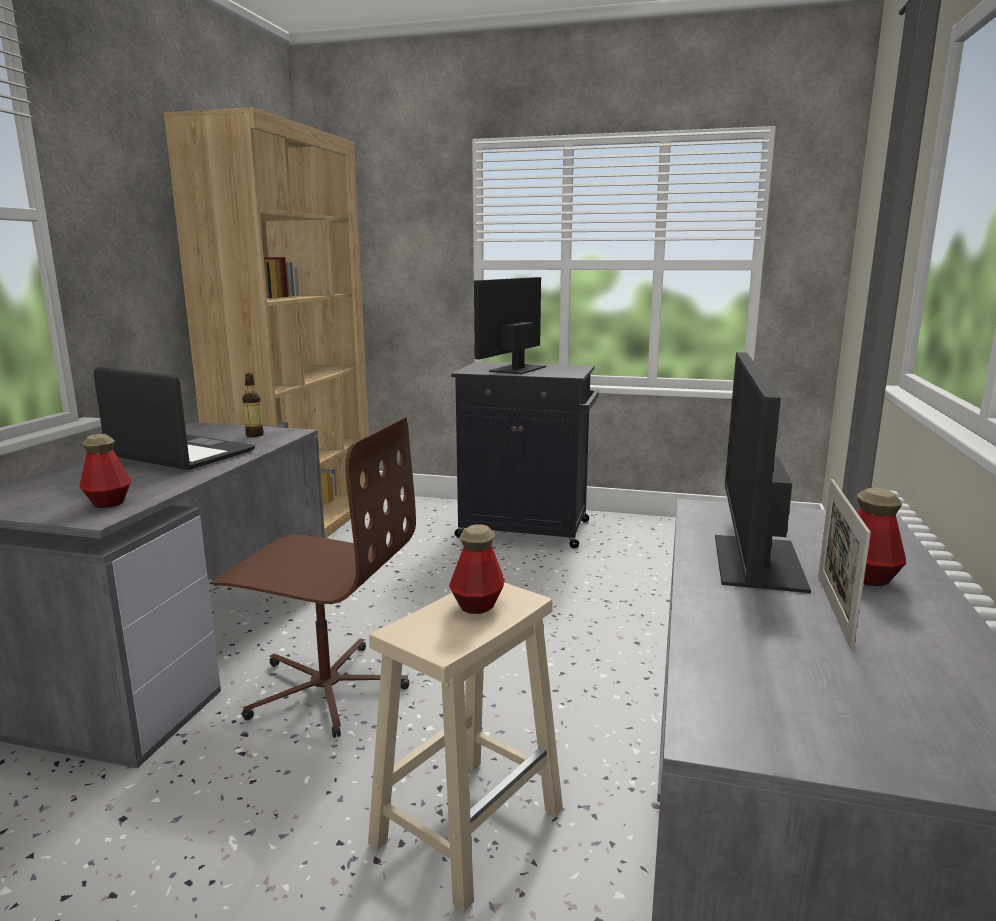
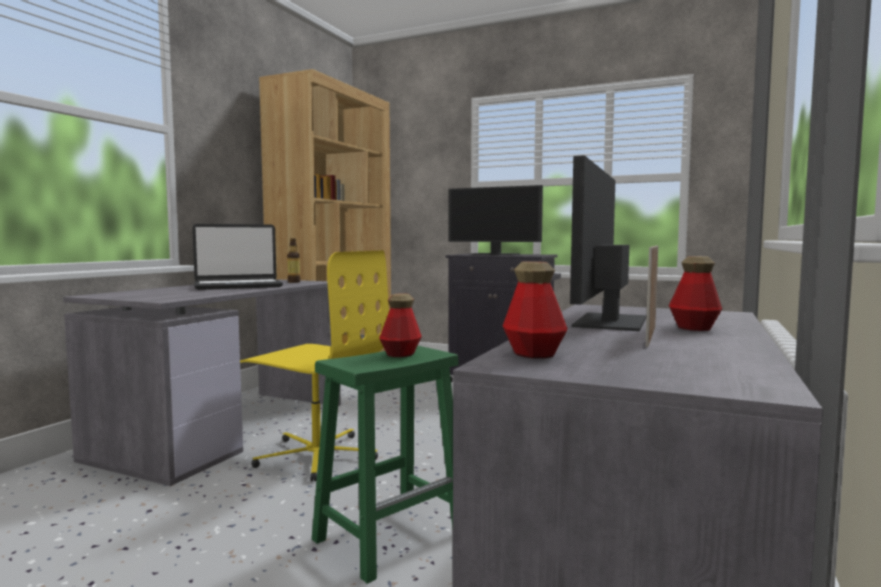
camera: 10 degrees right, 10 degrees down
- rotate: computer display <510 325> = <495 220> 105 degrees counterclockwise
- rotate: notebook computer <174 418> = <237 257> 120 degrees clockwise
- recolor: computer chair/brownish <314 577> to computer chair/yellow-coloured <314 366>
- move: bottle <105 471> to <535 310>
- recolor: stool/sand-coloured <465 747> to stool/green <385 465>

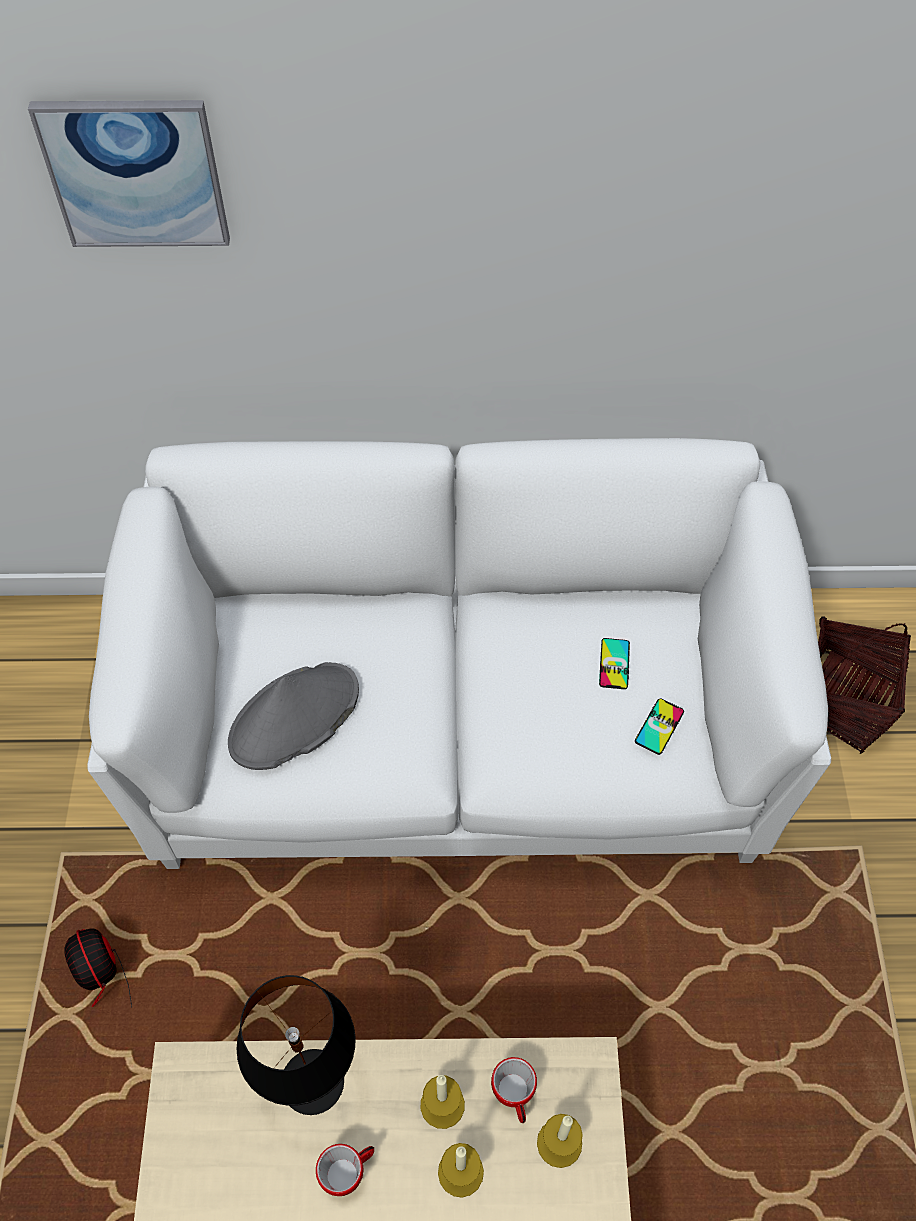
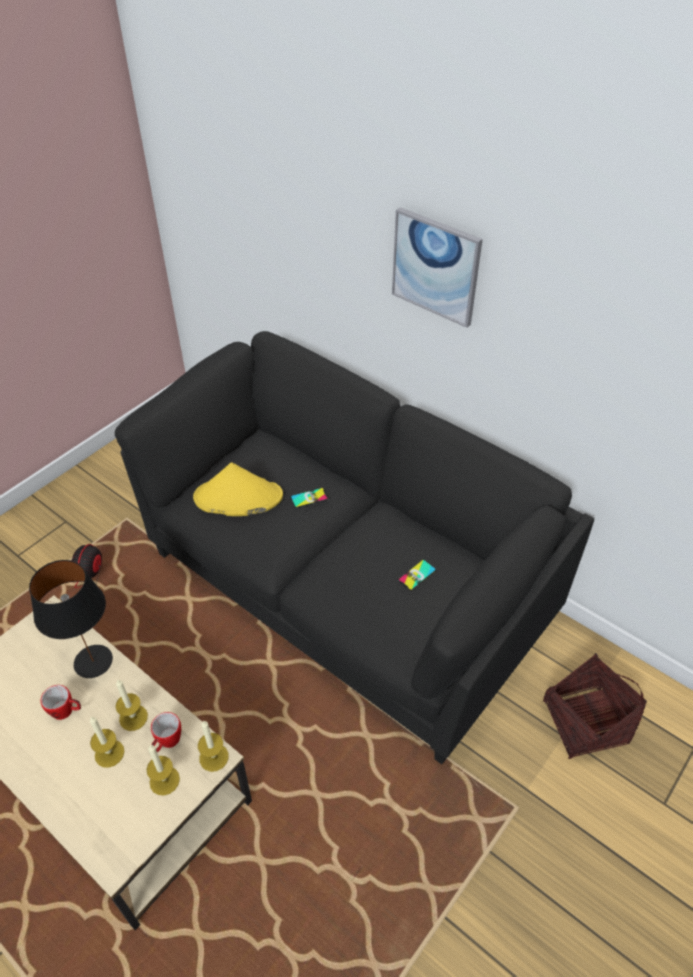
camera: 40 degrees right, 10 degrees down
- move: wall art <129 173> to <437 267>
- recolor: couch/white-coloured <459 653> to couch/blackish <354 547>
- recolor: wearable hat/gray <293 716> to wearable hat/yellow-coloured <238 489>
- move: telephone <659 726> to <309 498>
- insert: wax light <213 746>

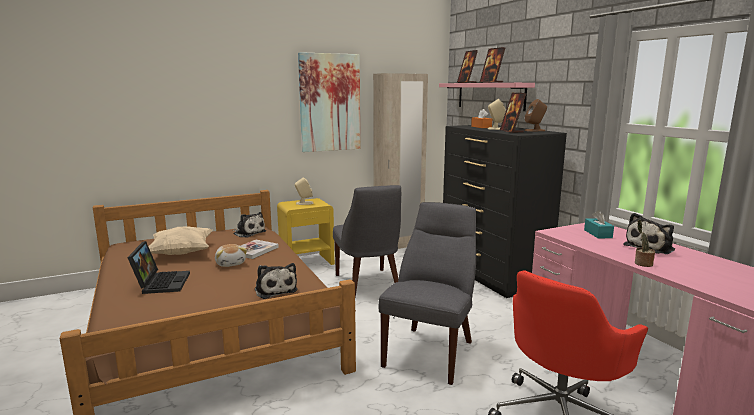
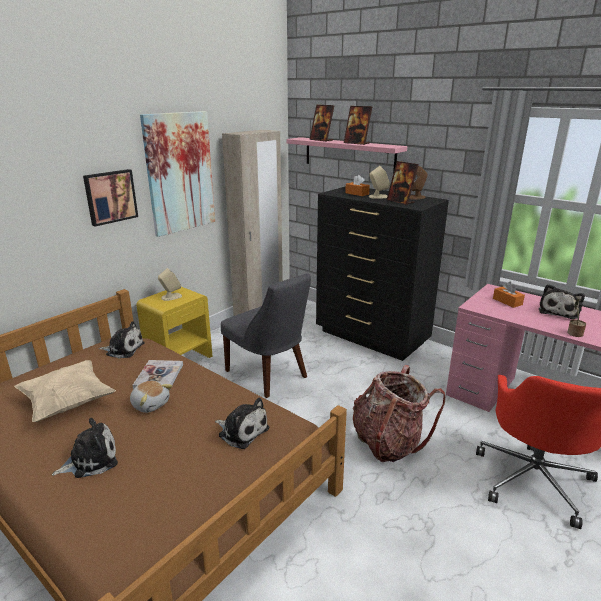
camera: 25 degrees left, 10 degrees up
- replace: plain chair/gray <427 293> to backpack <399 413>
- recolor: box of tissues/turquoise <599 225> to box of tissues/orange <509 295>
- replace: notebook computer <158 267> to cuddly toy <85 448>
- insert: wall art <110 198>

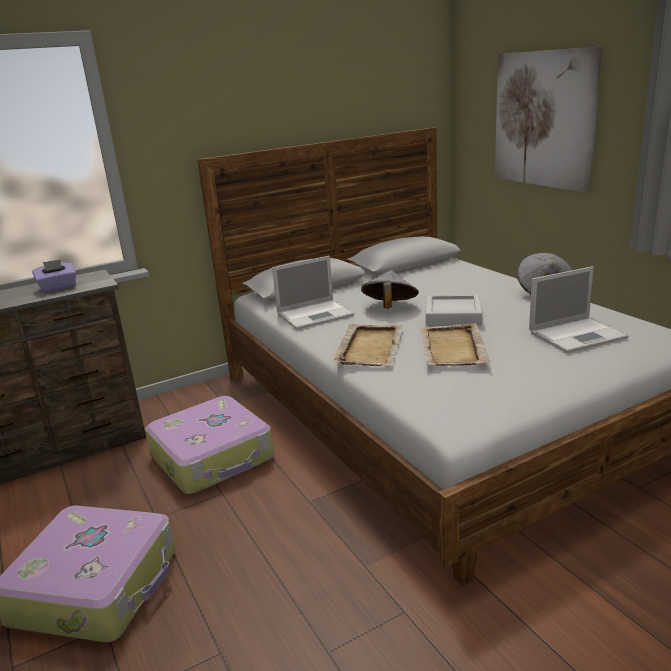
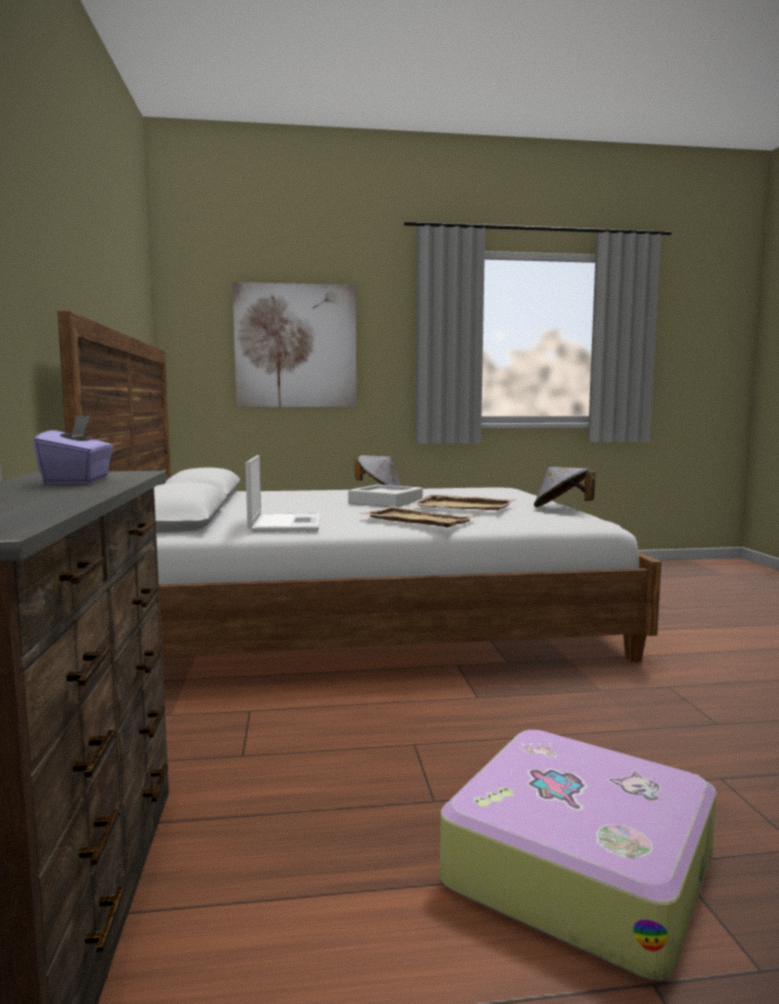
camera: 70 degrees left, 15 degrees down
- delete: notebook computer <578 309>
- move: wearable hat/gray <390 289> to <565 487>
- delete: piece of luggage <209 445>

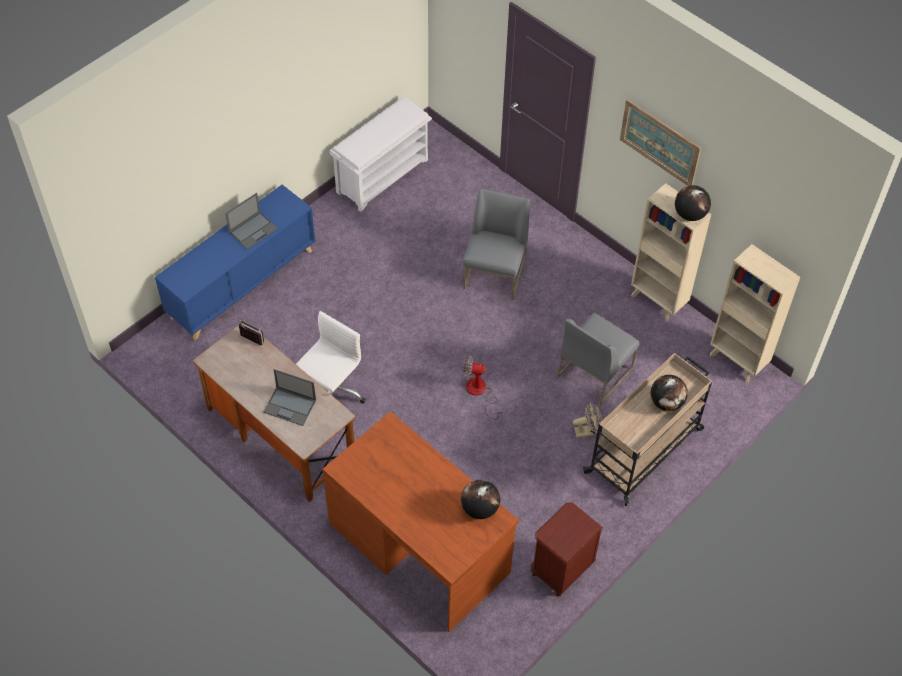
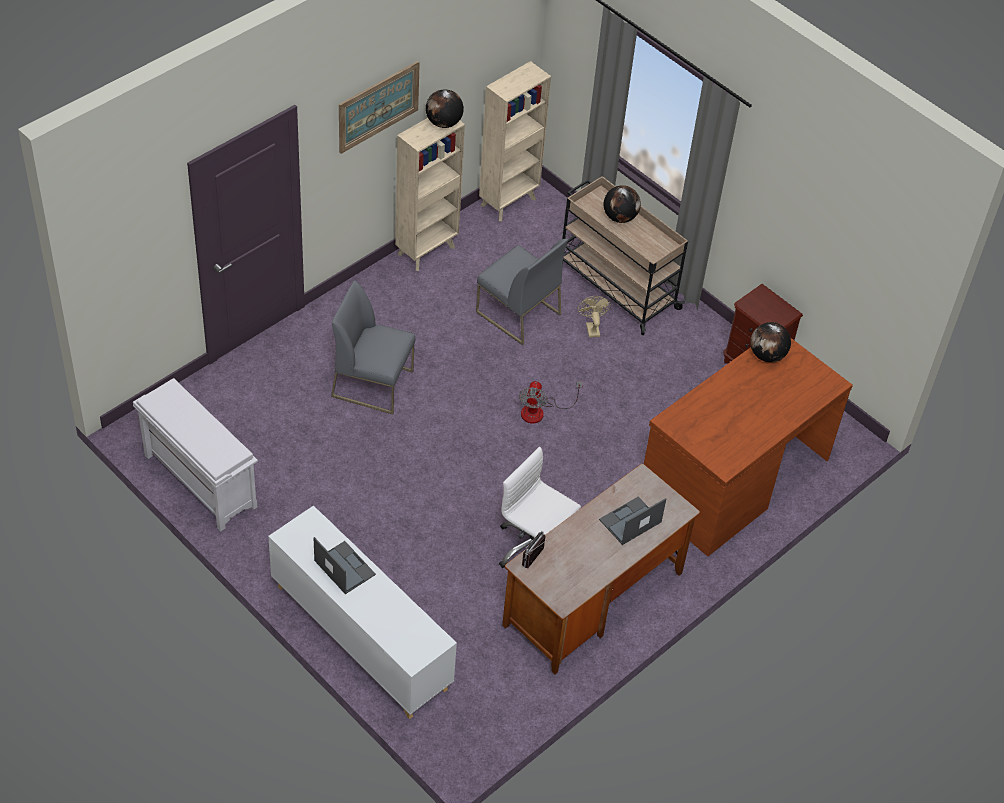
camera: 90 degrees left, 5 degrees down
- recolor: cupboard/bluish <235 262> to cupboard/white-coloured <362 612>
- rotate: notebook computer <289 397> = <632 520> 150 degrees counterclockwise

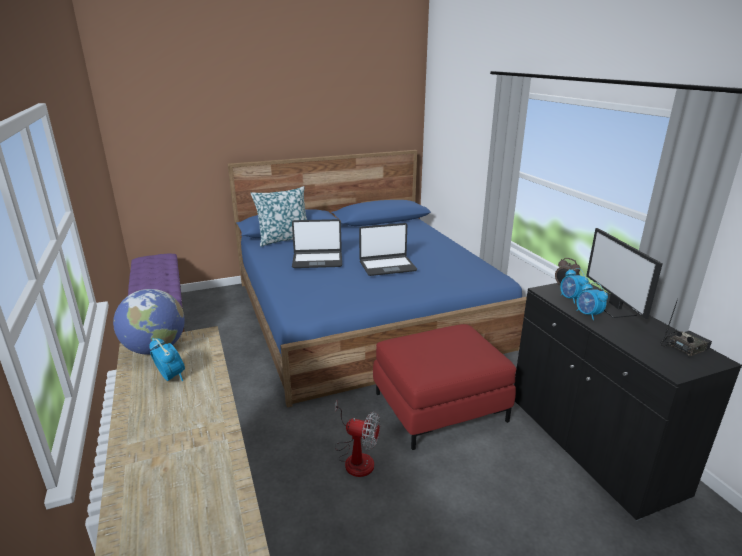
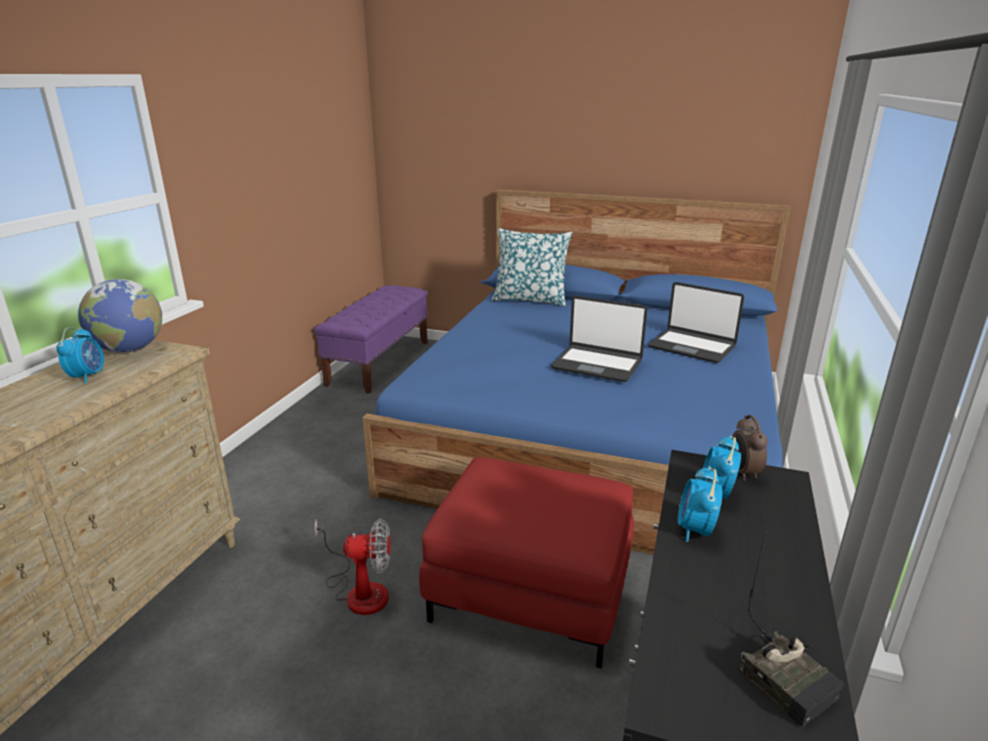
camera: 40 degrees right, 0 degrees up
- move: notebook computer <317 243> to <696 322>
- delete: computer display <624 273>
- rotate: radio set <686 327> = <790 627> 45 degrees clockwise
- rotate: fan <357 438> = <352 567> 60 degrees counterclockwise

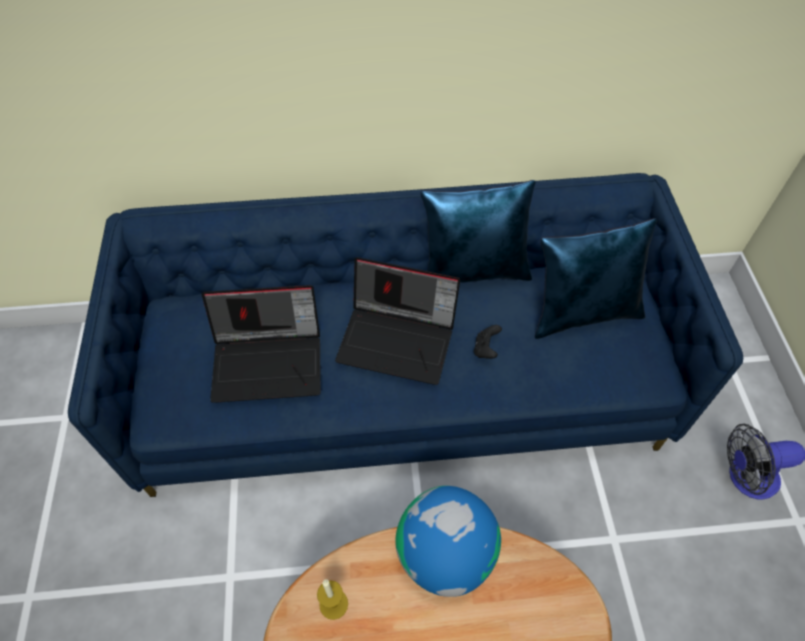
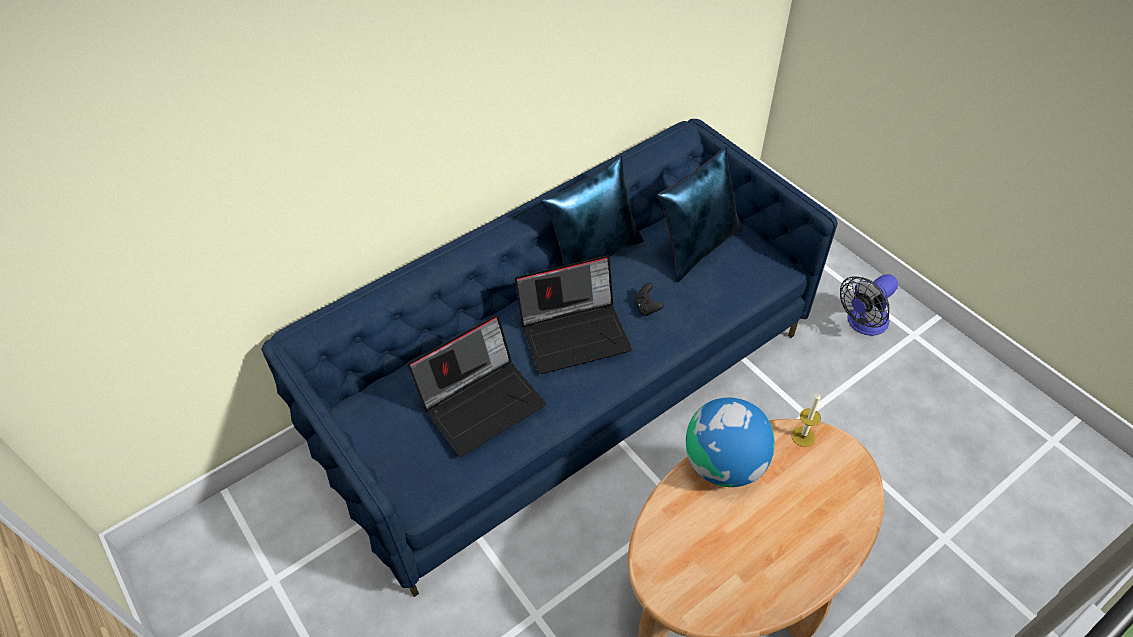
camera: 30 degrees left, 5 degrees down
- move: wax light <332 599> to <806 420>

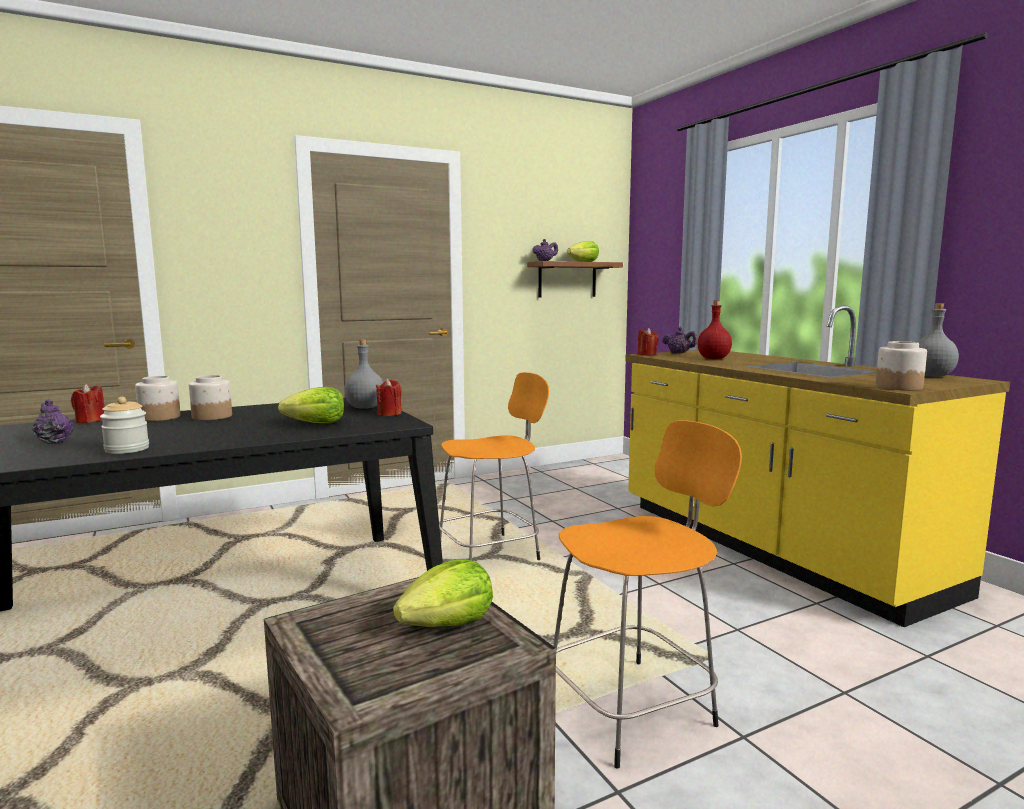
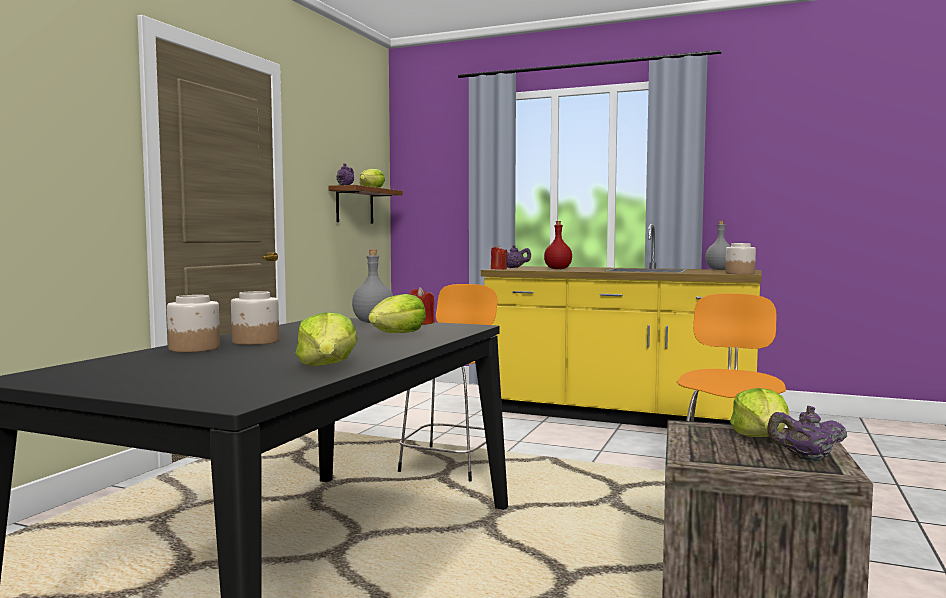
camera: 40 degrees left, 5 degrees down
- delete: wax light/red-coloured <88 403>
- replace: jar <124 425> to lettuce head <327 339>
- move: tea pot/purple <53 421> to <807 433>

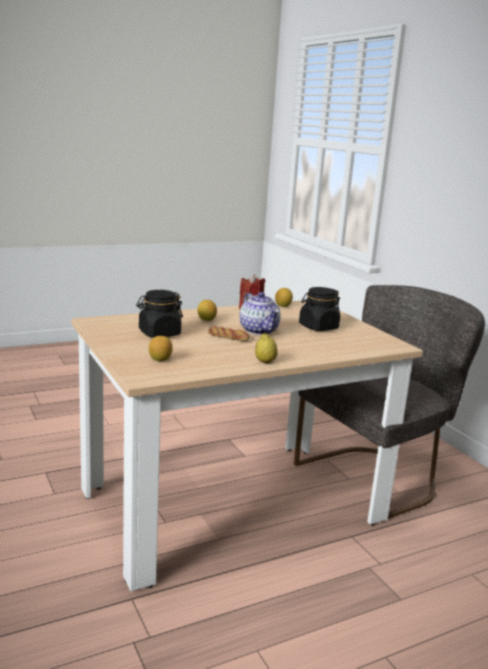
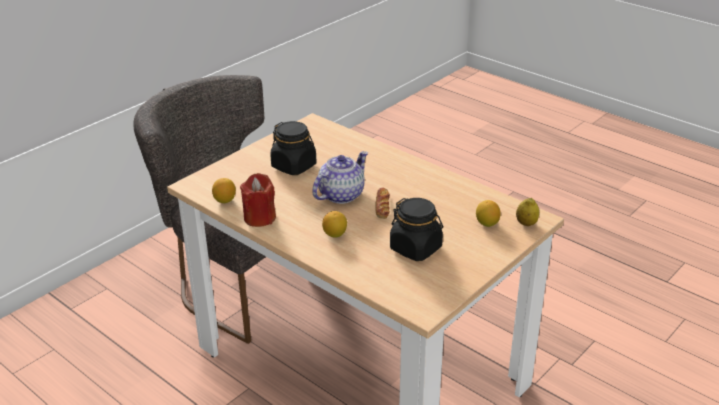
camera: 110 degrees left, 15 degrees up
- move: lemon <266 348> to <527 212>

